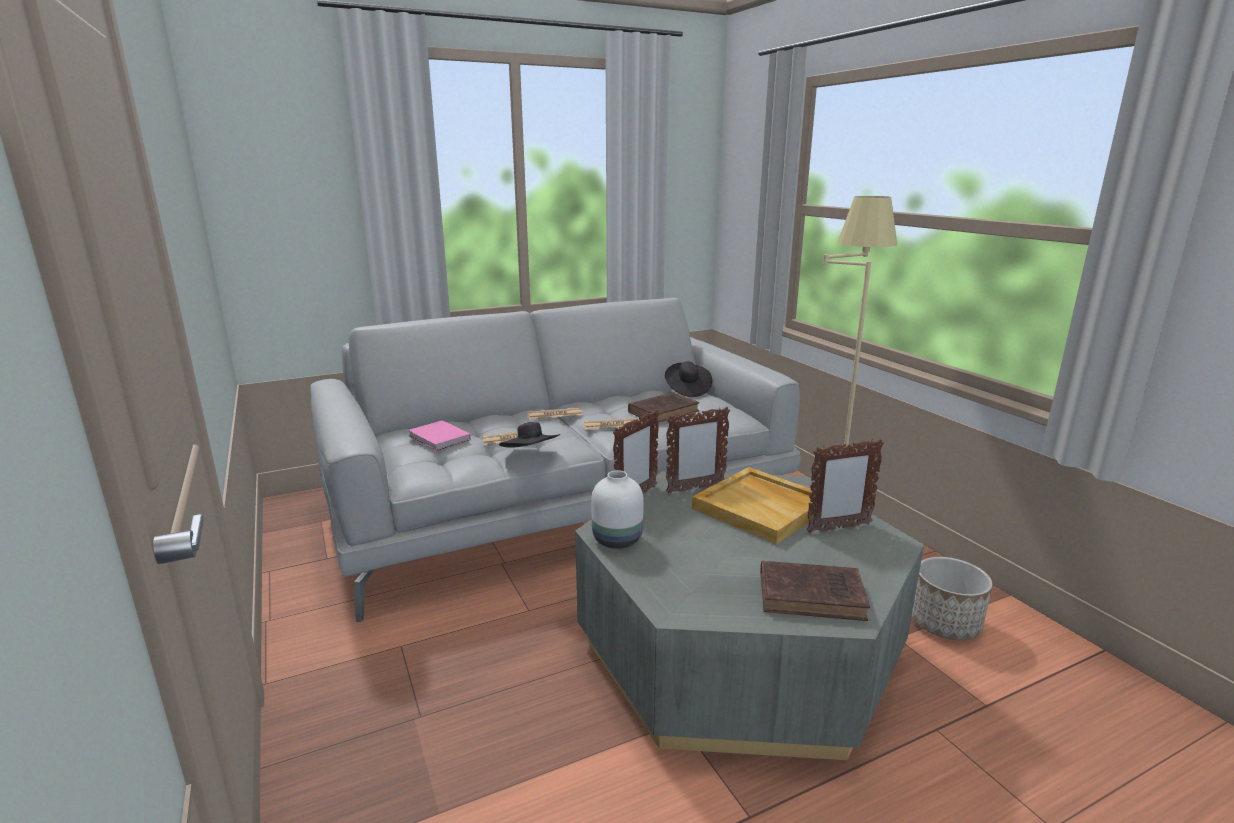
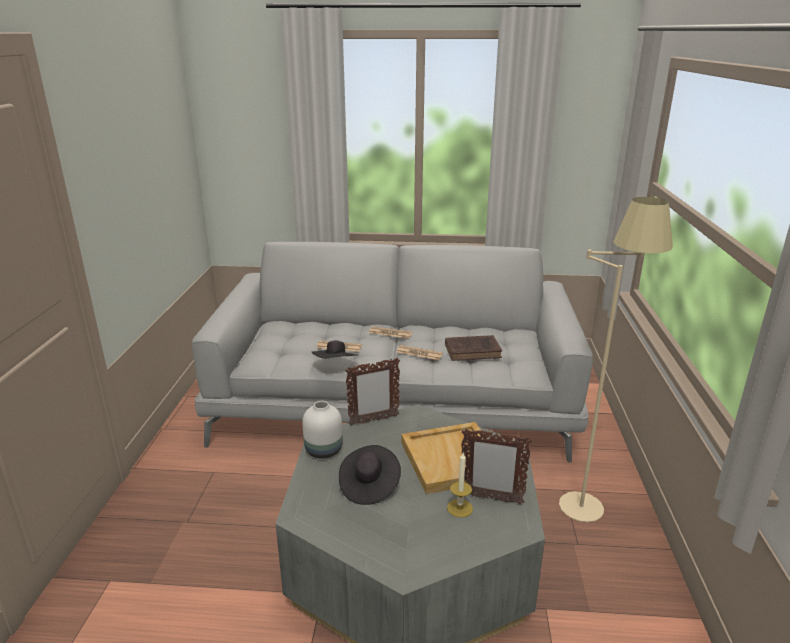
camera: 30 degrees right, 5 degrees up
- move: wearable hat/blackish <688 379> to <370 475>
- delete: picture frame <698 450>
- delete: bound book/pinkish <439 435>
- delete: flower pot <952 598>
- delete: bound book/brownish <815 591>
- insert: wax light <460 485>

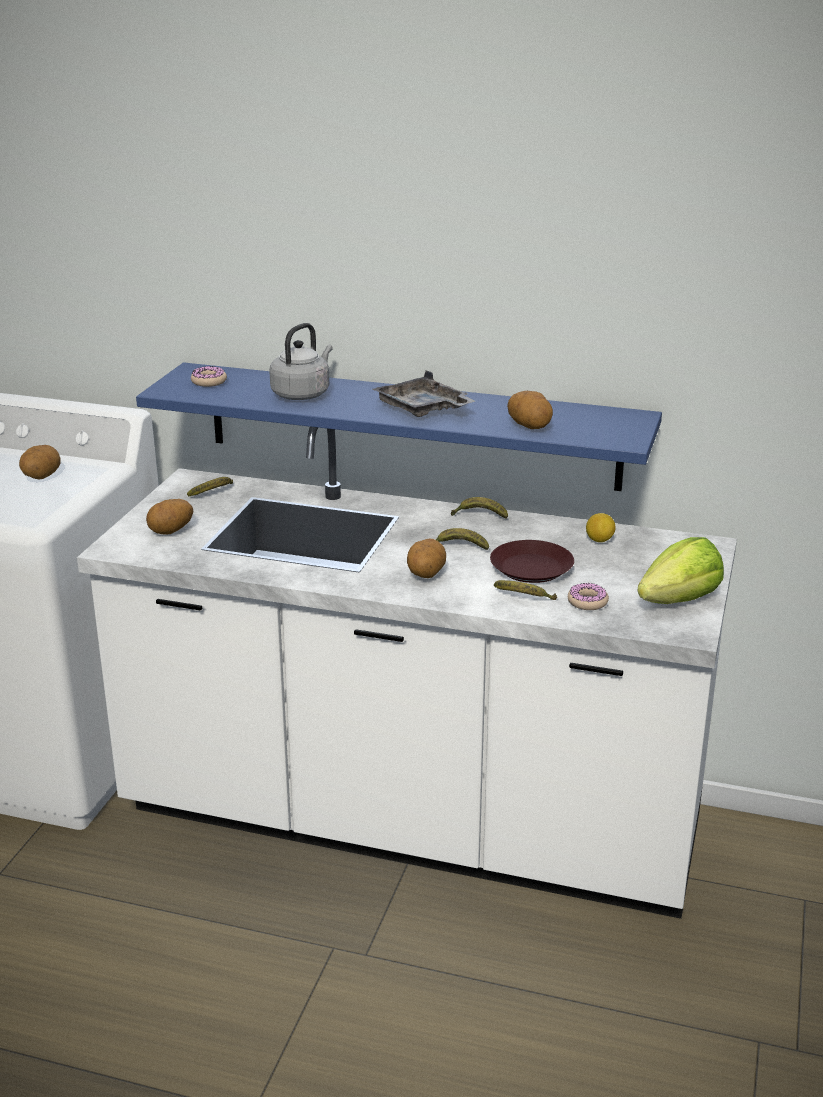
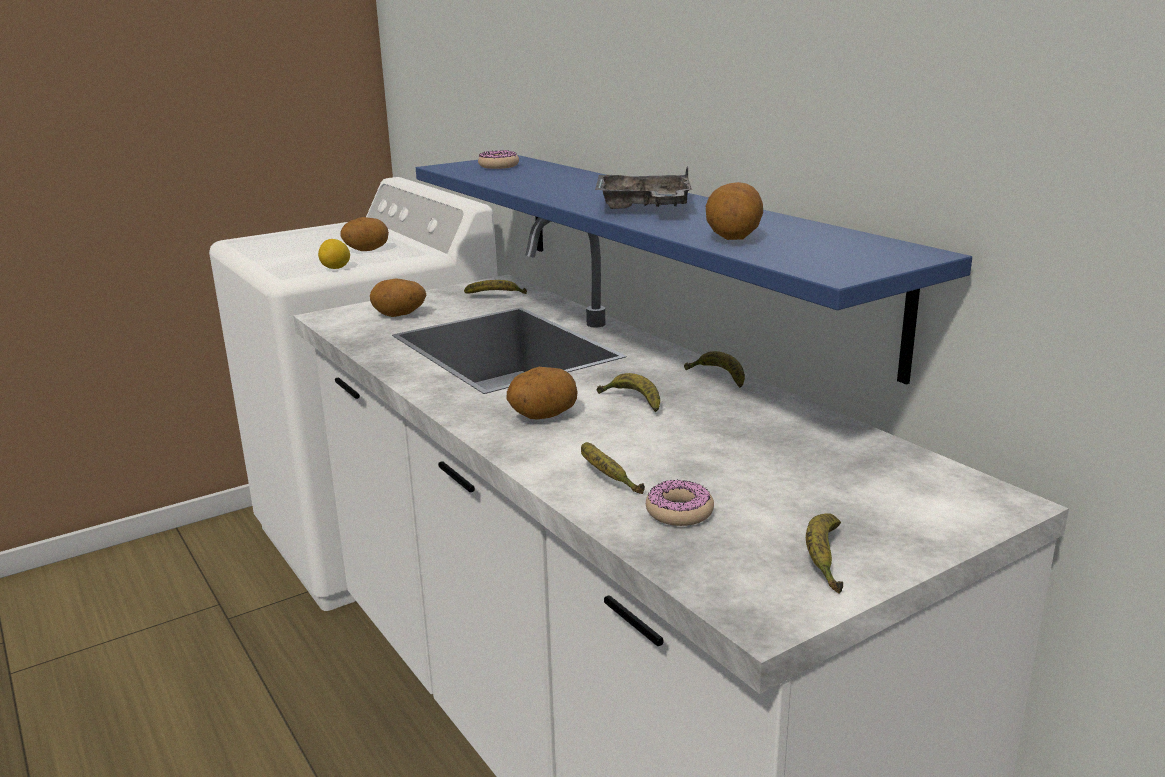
camera: 40 degrees right, 5 degrees down
- delete: kettle/gray <301 361>
- move: lemon <601 527> to <334 254>
- replace: lettuce head <680 570> to banana <824 553>
- delete: plate/brownish <532 561>

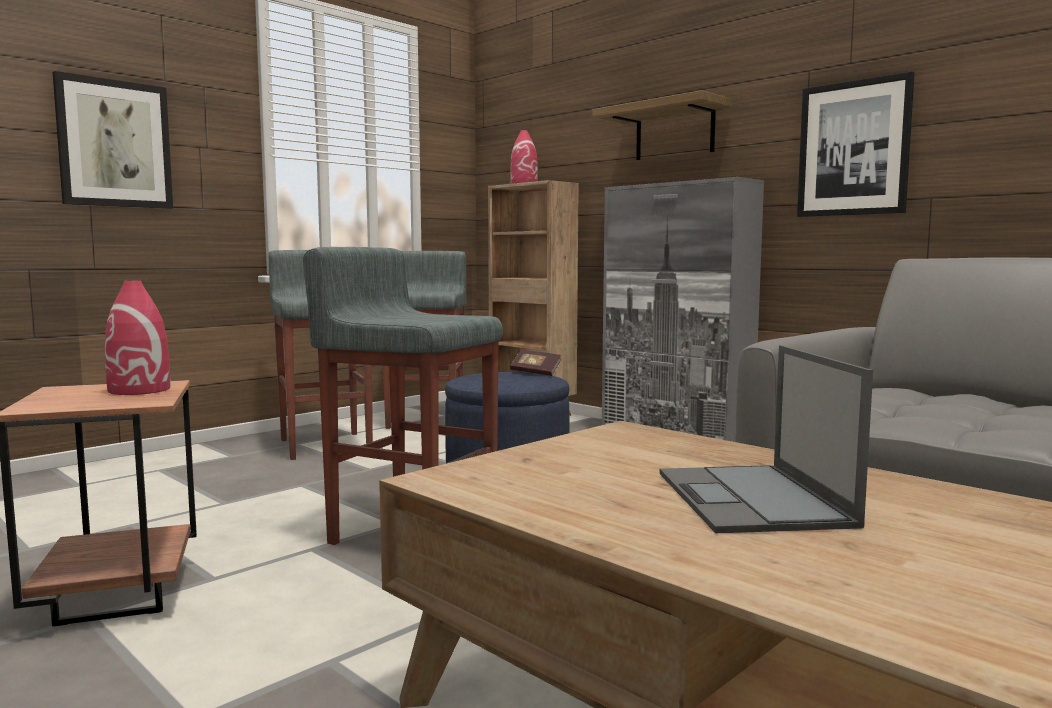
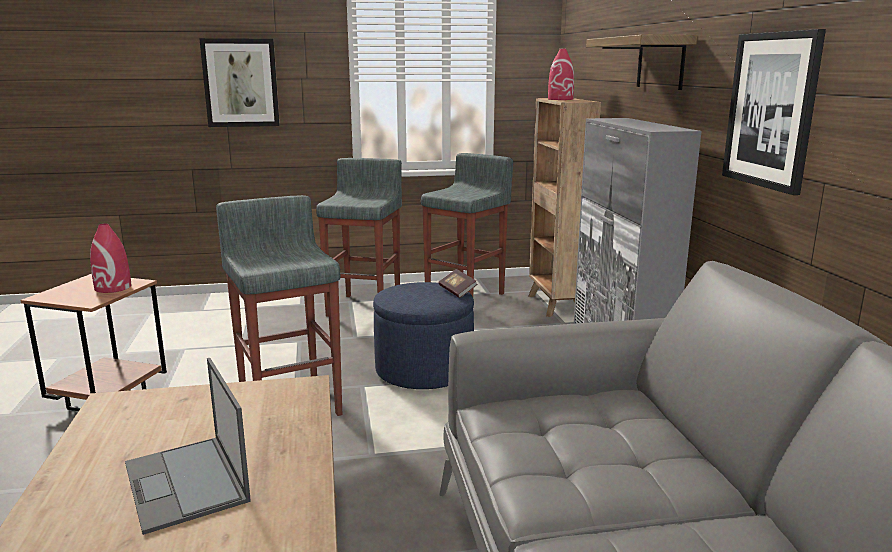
camera: 35 degrees right, 10 degrees up
- rotate: notebook computer <766 439> = <188 446> 60 degrees counterclockwise

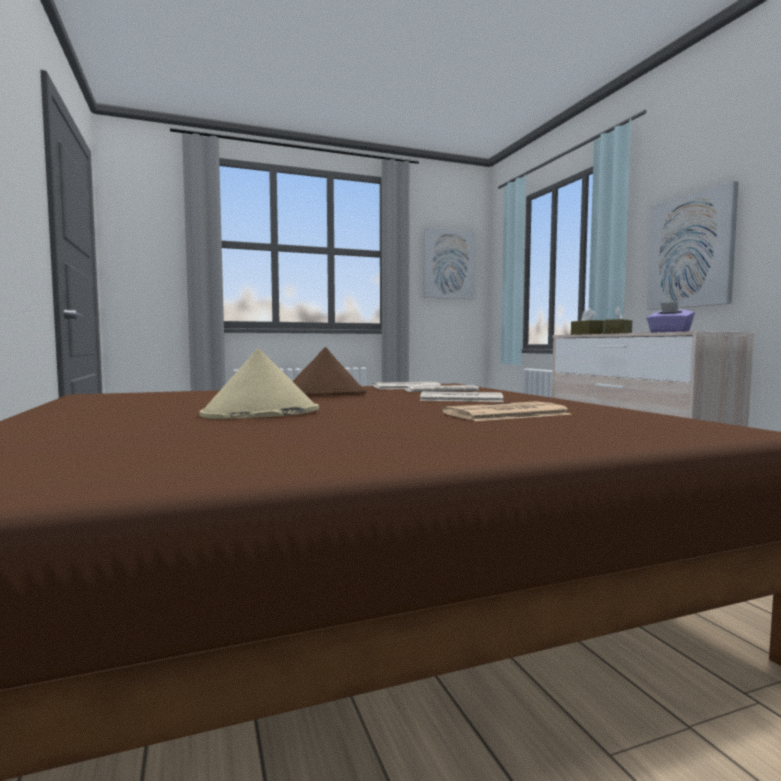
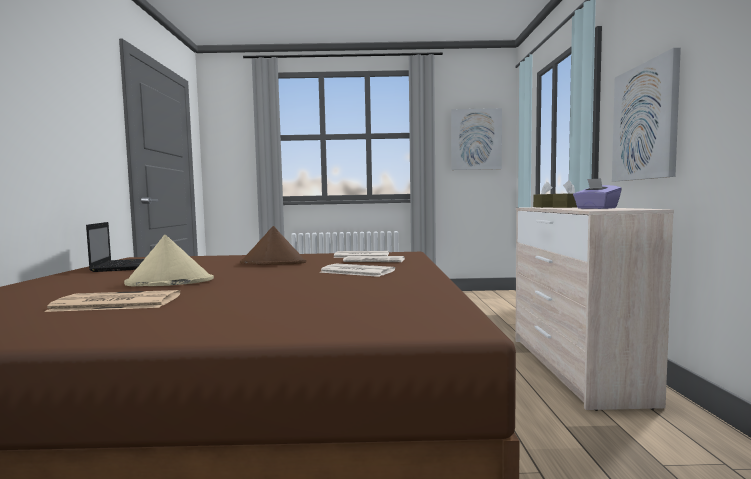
camera: 20 degrees right, 0 degrees up
- move: printed paper <506 411> to <112 301>
- insert: notebook computer <115 247>

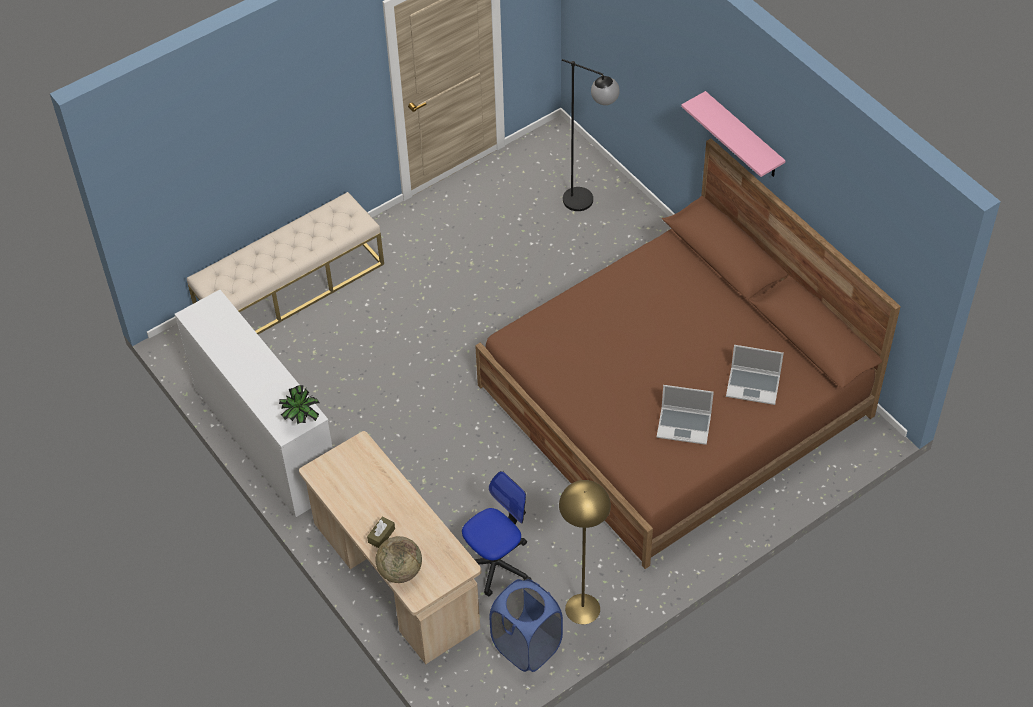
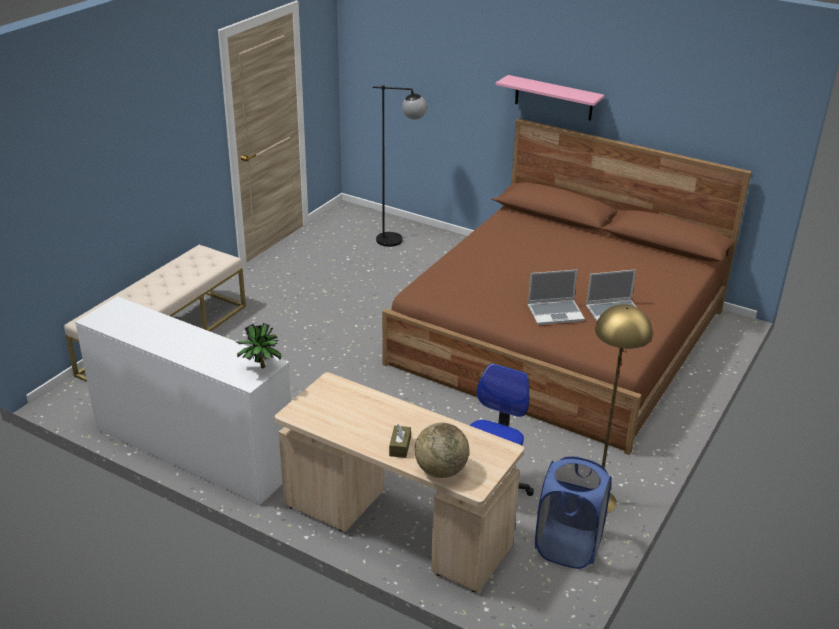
camera: 25 degrees left, 20 degrees down
- move: notebook computer <755 375> to <556 297>

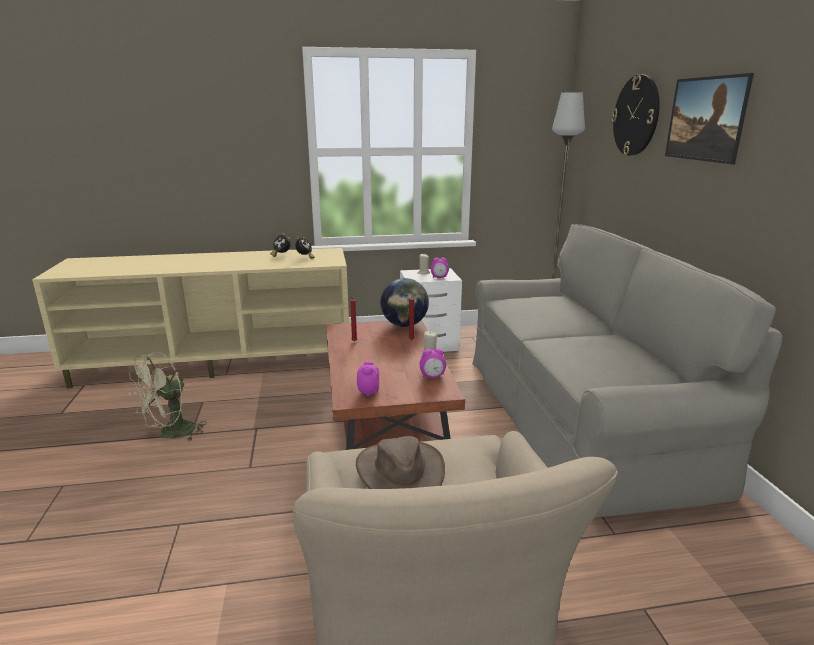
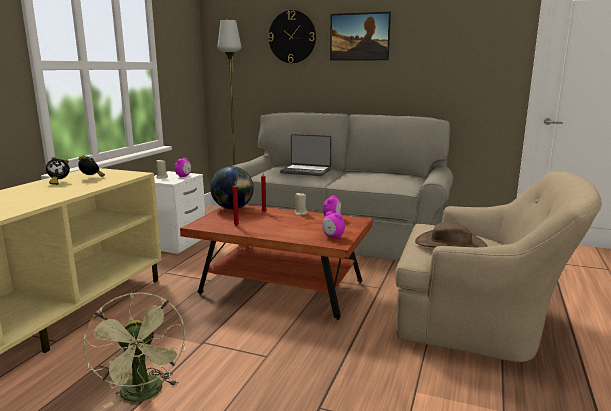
camera: 60 degrees left, 5 degrees down
- insert: notebook computer <306 155>

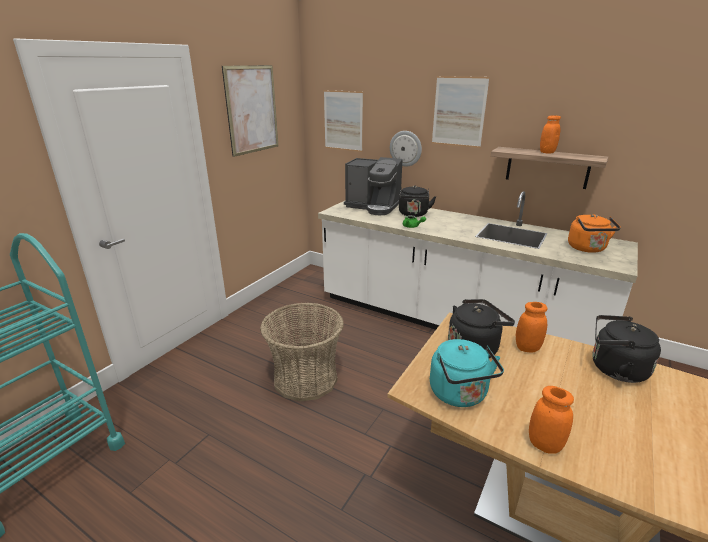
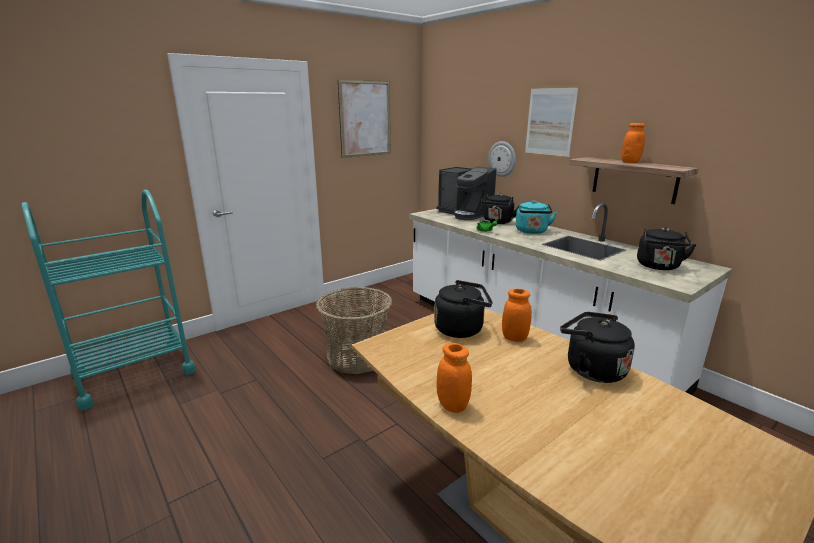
camera: 20 degrees right, 5 degrees down
- delete: wall art <343 121>
- recolor: kettle/orange <594 233> to kettle/blackish <667 249>
- move: kettle/turquoise <467 373> to <536 217>

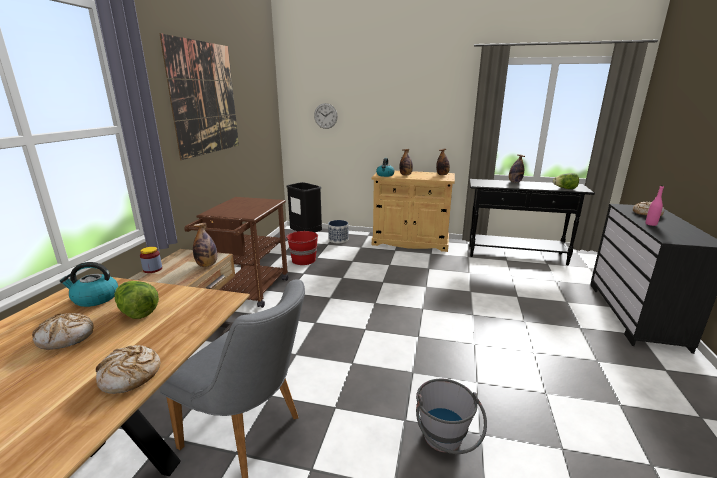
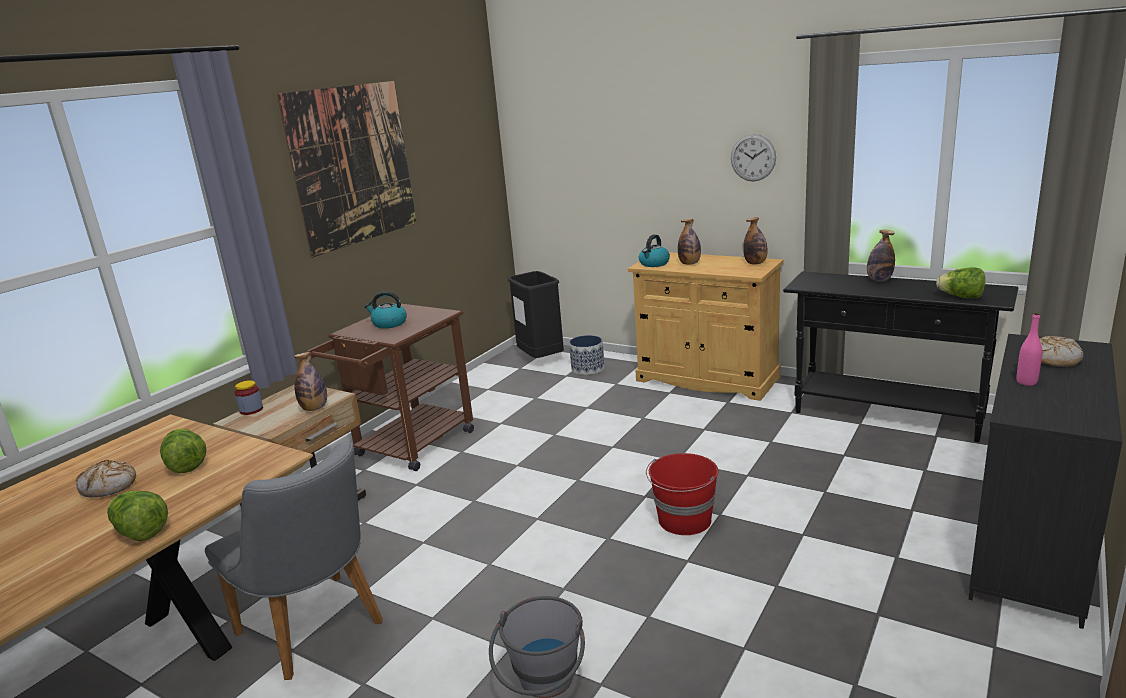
camera: 20 degrees right, 0 degrees up
- move: hanging clock <326 116> to <753 157>
- move: pail/red-coloured <302 248> to <682 494>
- move: kettle <88 284> to <385 310>
- replace: bakery bread <128 369> to lettuce head <137 516>

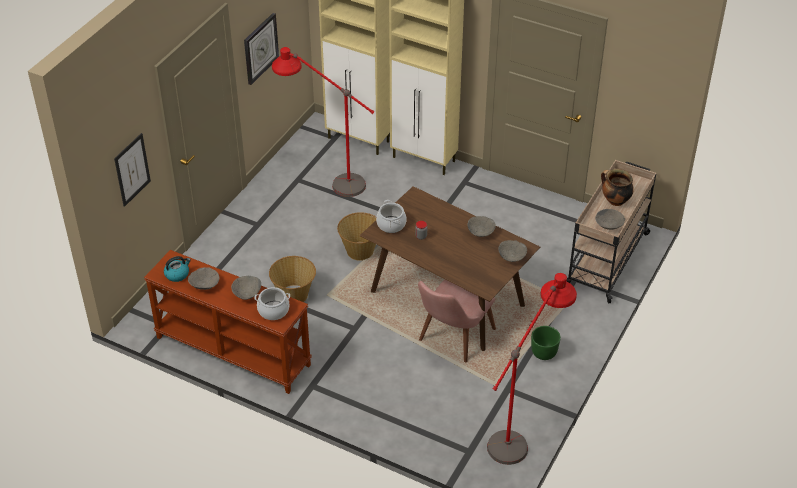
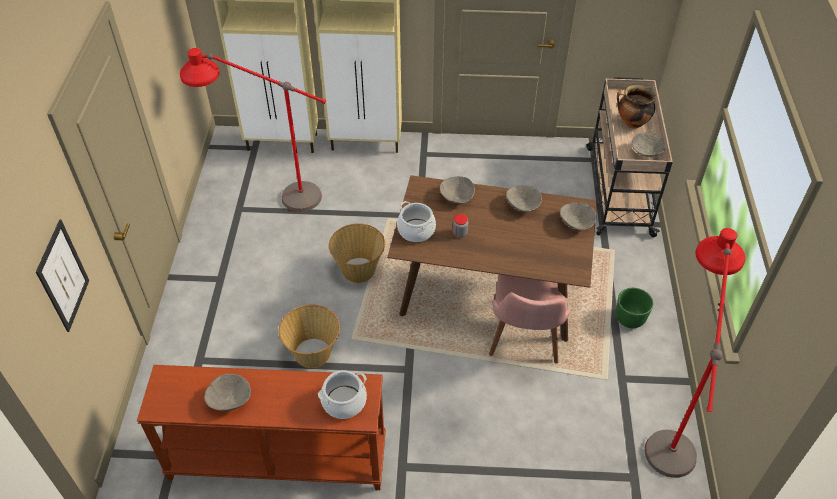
camera: 25 degrees left, 5 degrees up
- delete: hanging clock <261 49>
- delete: kettle <177 269>
- move: bowl/gray <246 288> to <457 190>

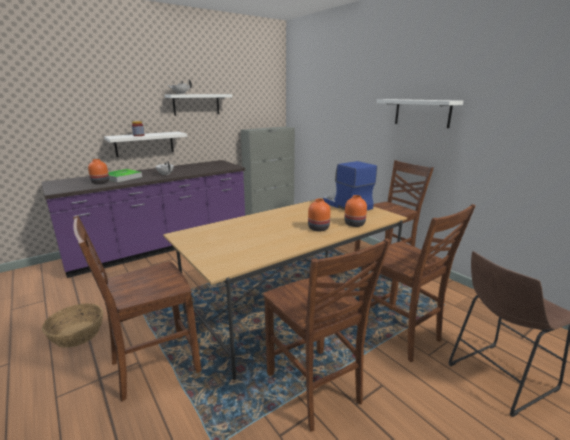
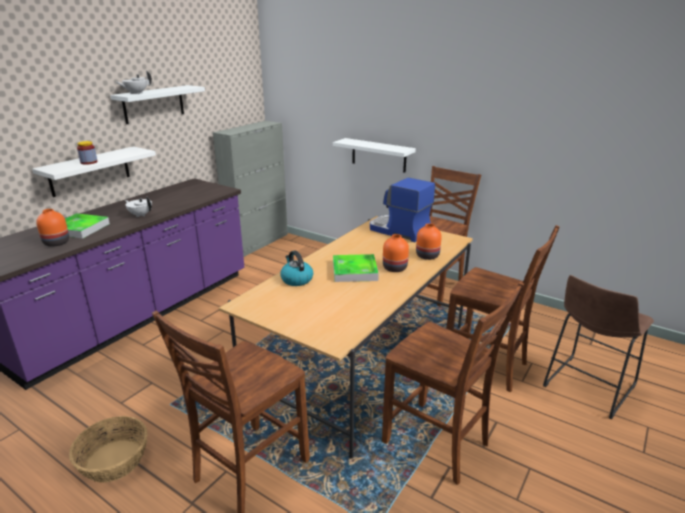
camera: 20 degrees left, 5 degrees up
- move: shelf/white-coloured <420 113> to <374 155>
- insert: kettle <296 268>
- insert: tray <356 268>

